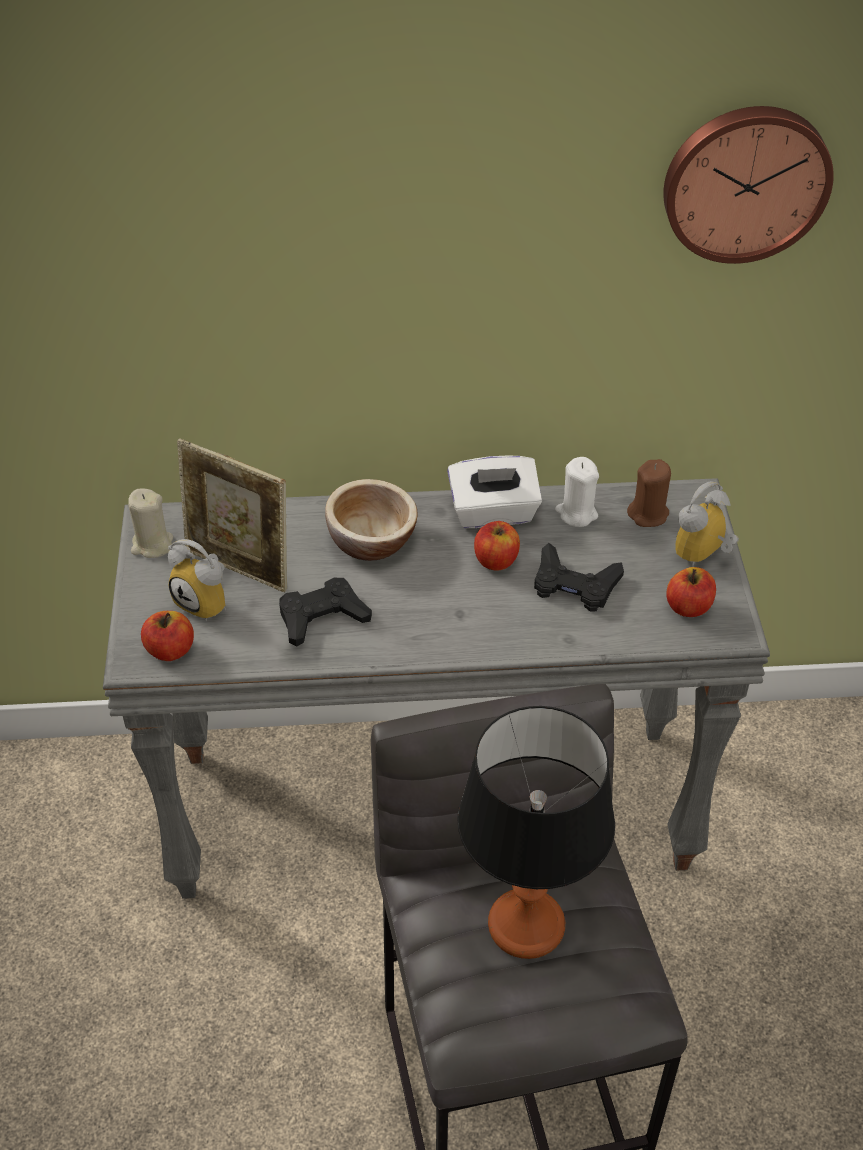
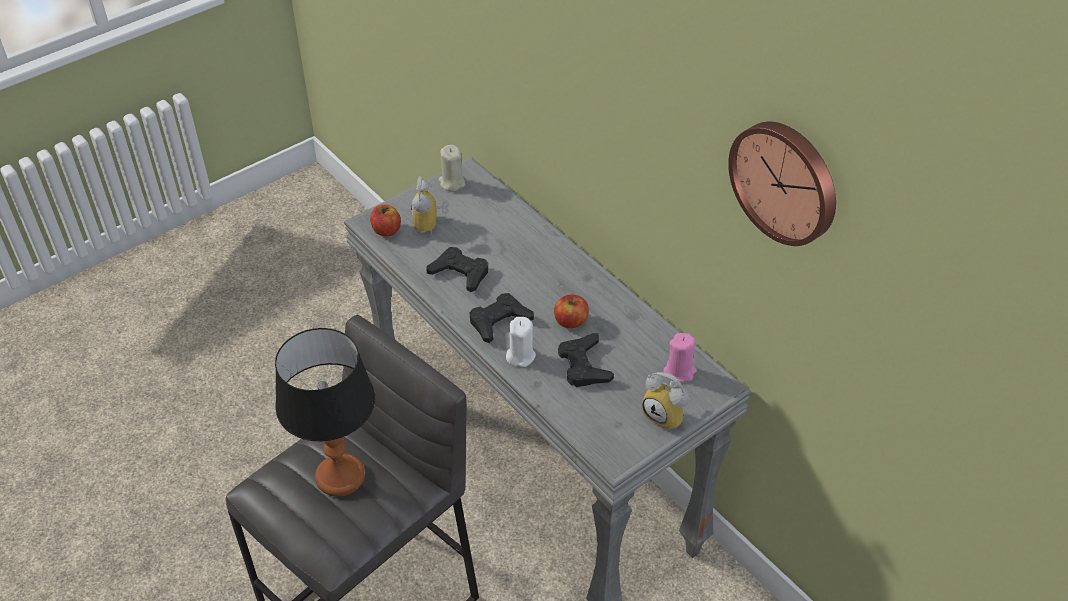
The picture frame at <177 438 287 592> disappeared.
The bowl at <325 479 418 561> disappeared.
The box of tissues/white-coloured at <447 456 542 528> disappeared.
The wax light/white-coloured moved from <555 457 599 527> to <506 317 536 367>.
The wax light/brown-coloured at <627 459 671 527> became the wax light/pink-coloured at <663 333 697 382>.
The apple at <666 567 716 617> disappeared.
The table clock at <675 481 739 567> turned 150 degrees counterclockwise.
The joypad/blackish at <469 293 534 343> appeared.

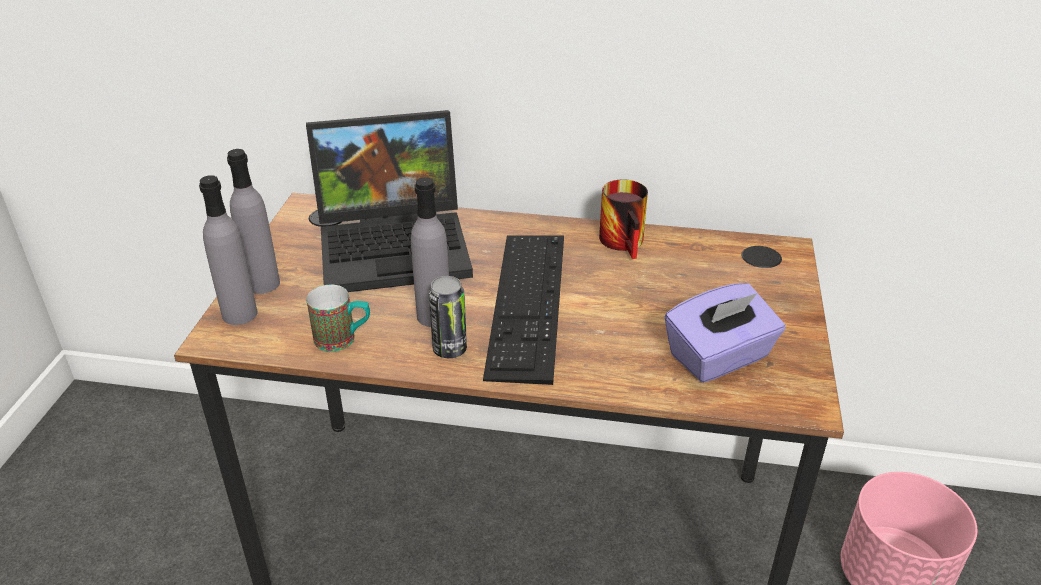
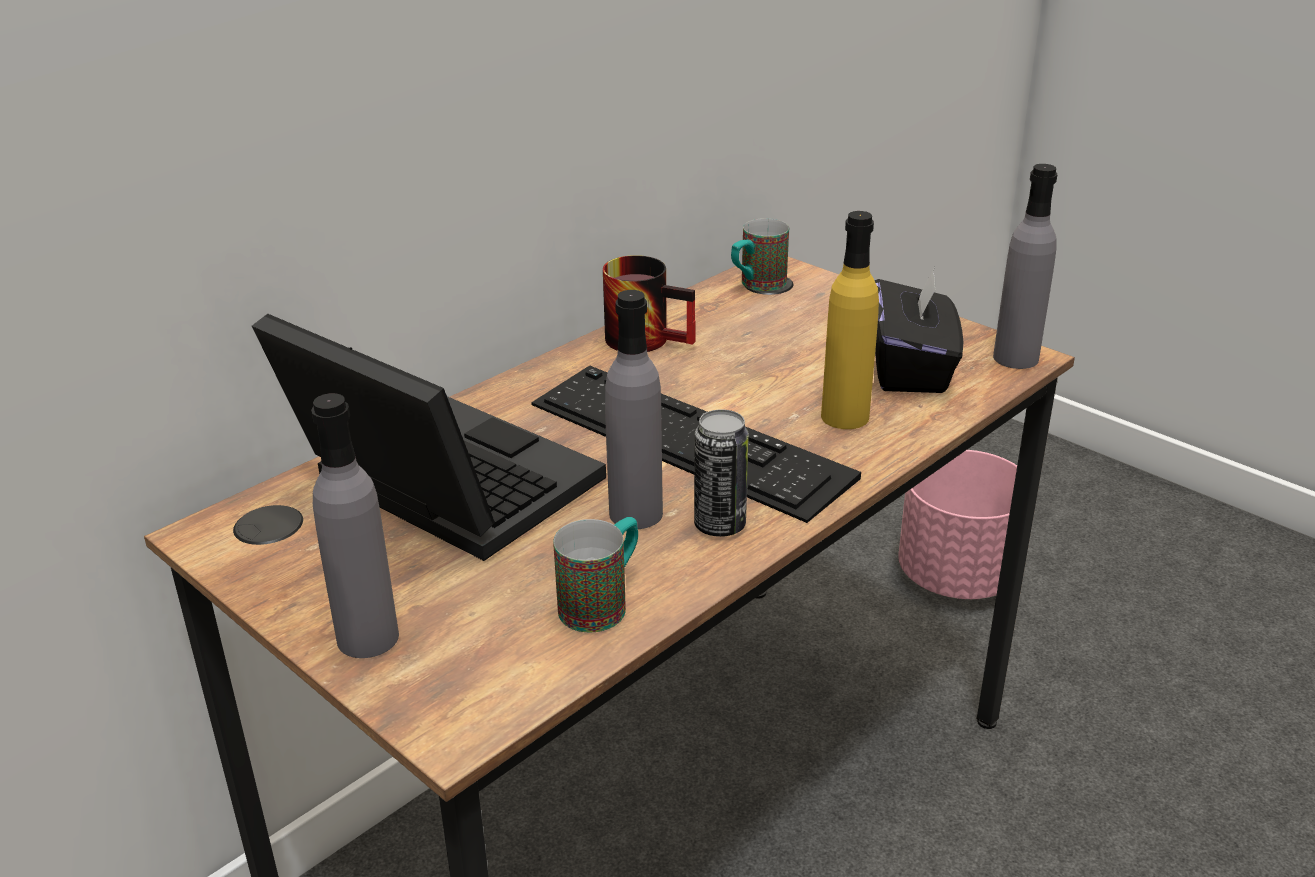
The bottle/grey moved from <199 175 257 325> to <993 164 1058 369>.
The portable computer at <306 110 473 292> turned 75 degrees counterclockwise.
The box of tissues/purplish at <664 283 785 383> became the box of tissues/blackish at <875 267 963 393>.
The coffee mug at <731 218 789 291> appeared.
The bottle/yellow at <821 211 879 429> appeared.

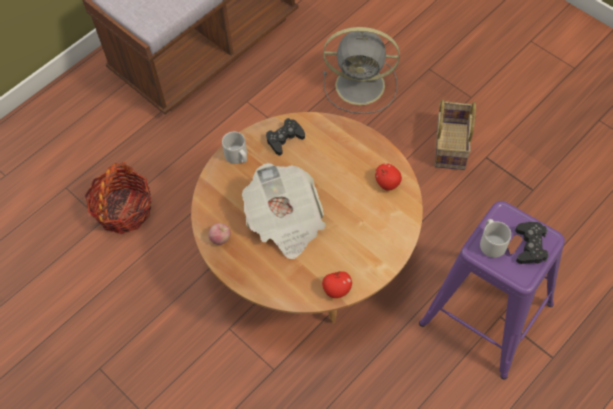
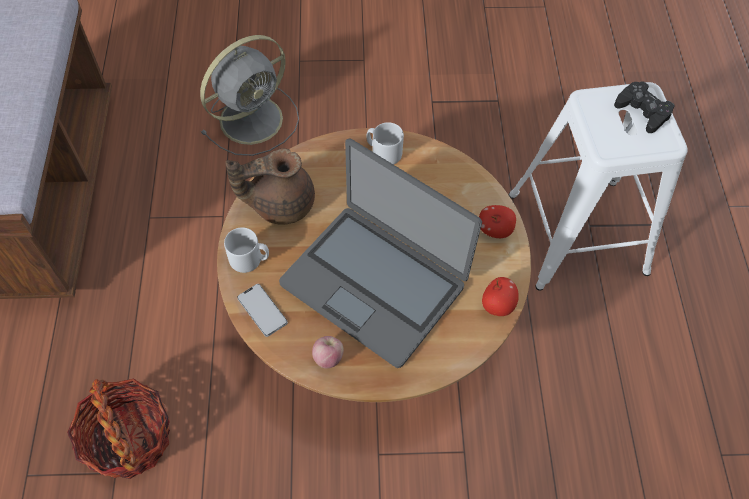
The newspaper at <242 163 326 259> was replaced by the portable computer at <279 139 482 368>.
The joypad/blackish at <266 118 305 155> was replaced by the teapot/brown-coloured at <225 148 315 225>.
The apple moved from <375 163 402 191> to <479 205 516 238>.
The stool/purplish at <419 201 565 380> became the stool/white-coloured at <509 82 688 291>.
The basket at <435 99 476 170> disappeared.
The coffee mug/grey moved from <480 219 511 258> to <367 122 404 165>.
The phone at <237 284 288 337> appeared.

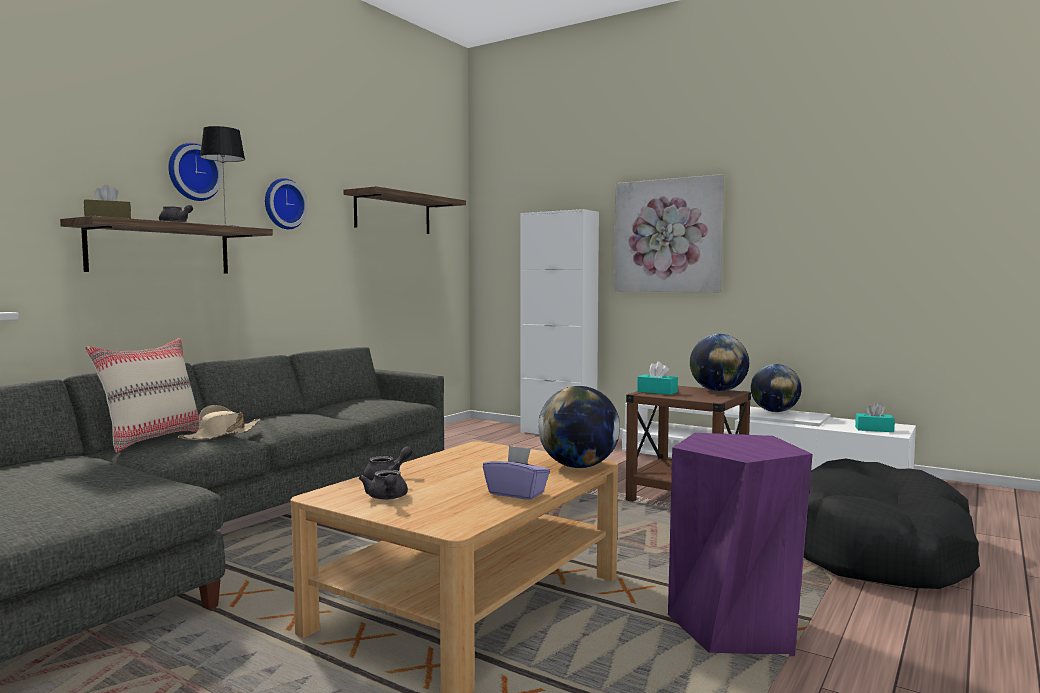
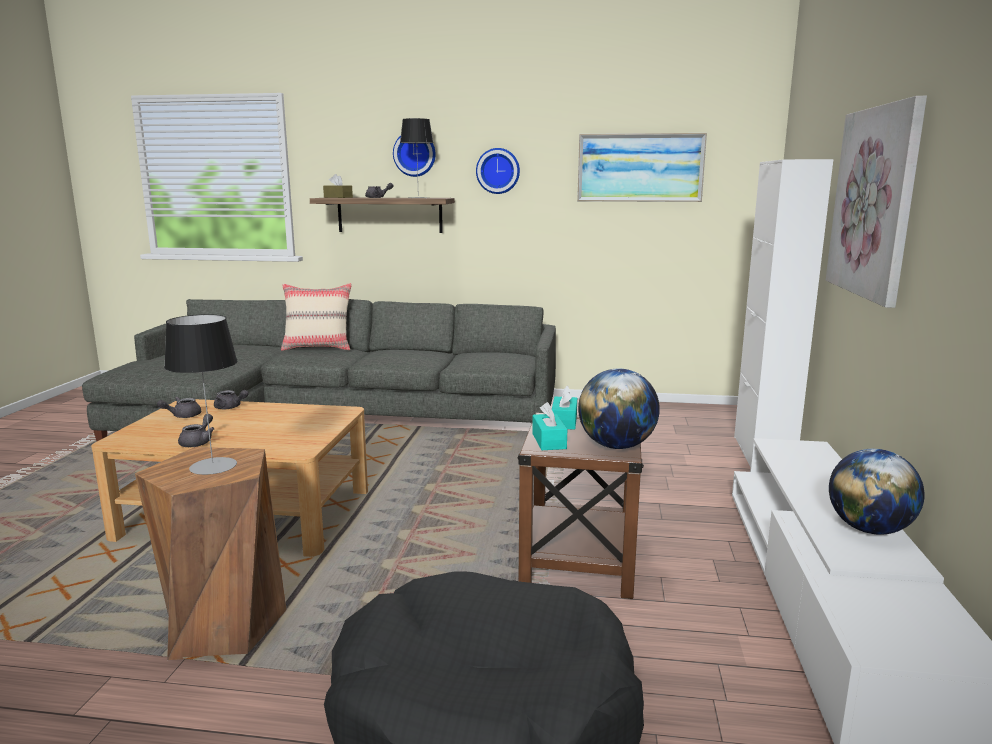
The clothing hat/sand-coloured at <178 405 260 440> disappeared.
The wall shelf at <344 186 466 234> was replaced by the wall picture at <577 133 707 202>.
The box of tissues/purplish at <483 446 550 500> was replaced by the teapot/grey at <178 414 215 447>.
The world globe at <538 386 620 468> disappeared.
The stool/purplish at <668 433 813 656> became the stool/brown-coloured at <135 447 287 660>.
The box of tissues/turquoise moved from <855 402 895 432> to <532 402 567 450>.
The table lamp at <164 314 238 475> appeared.

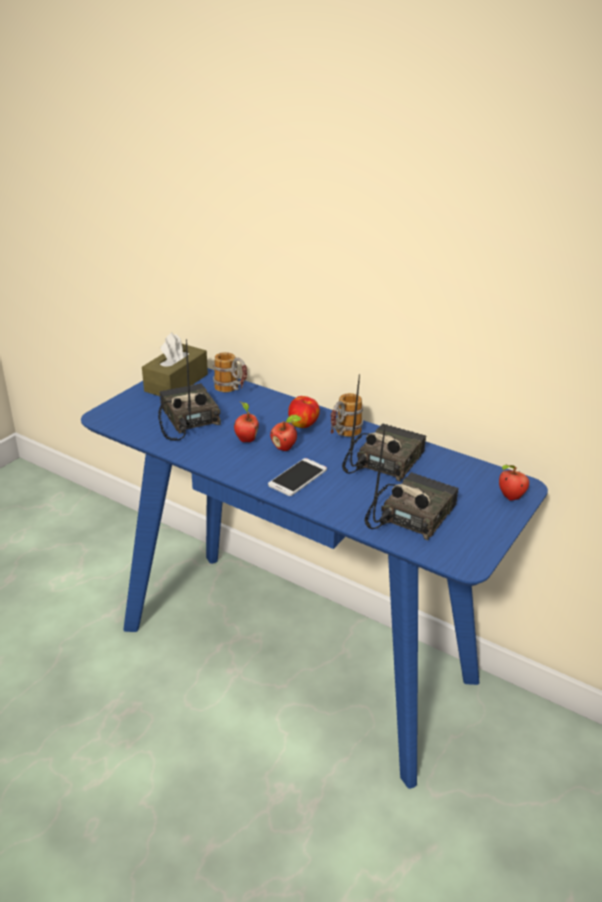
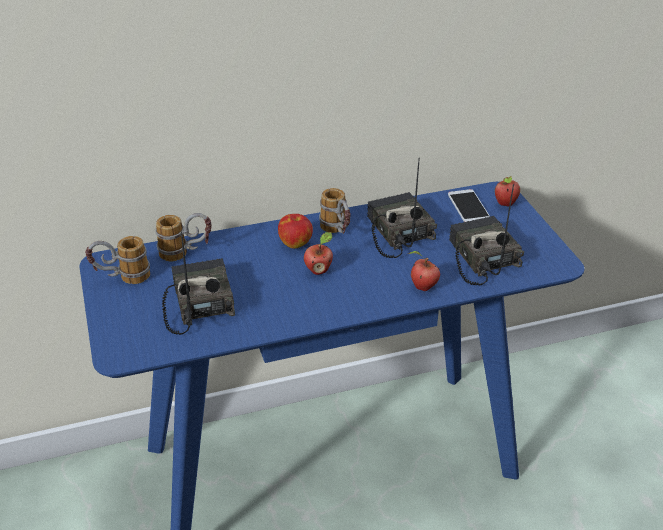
The box of tissues/brown-coloured at <142 333 208 396> was replaced by the coffee mug at <85 236 150 284>.
The radio receiver at <158 339 221 441> turned 60 degrees clockwise.
The apple moved from <234 402 259 442> to <408 251 440 291>.
The phone moved from <268 458 327 496> to <448 189 490 222>.

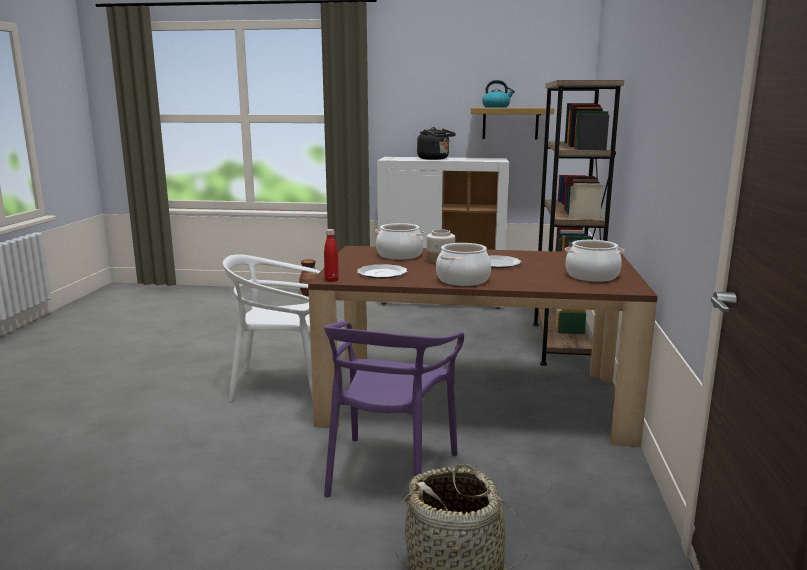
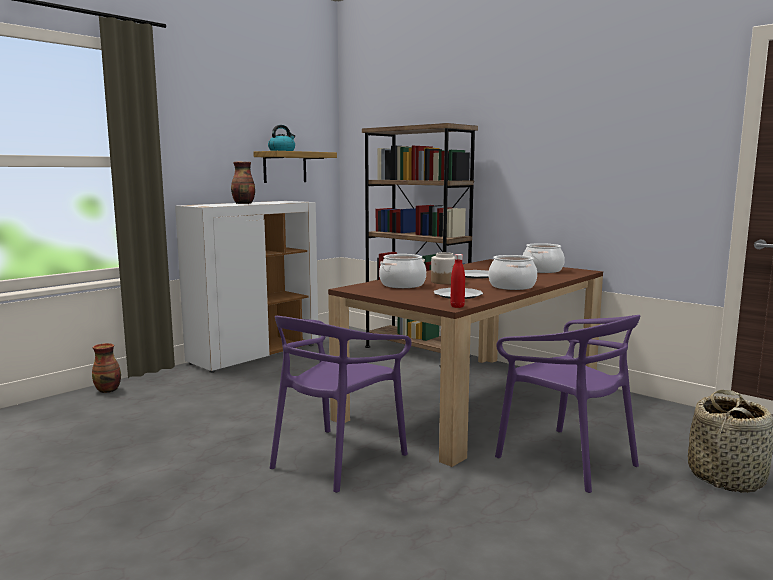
The plain chair/white-coloured at <223 254 320 401> became the plain chair/purplish at <270 316 412 493>.
The tea kettle/blackish at <417 127 456 160> was replaced by the decorative vase at <231 162 255 204>.

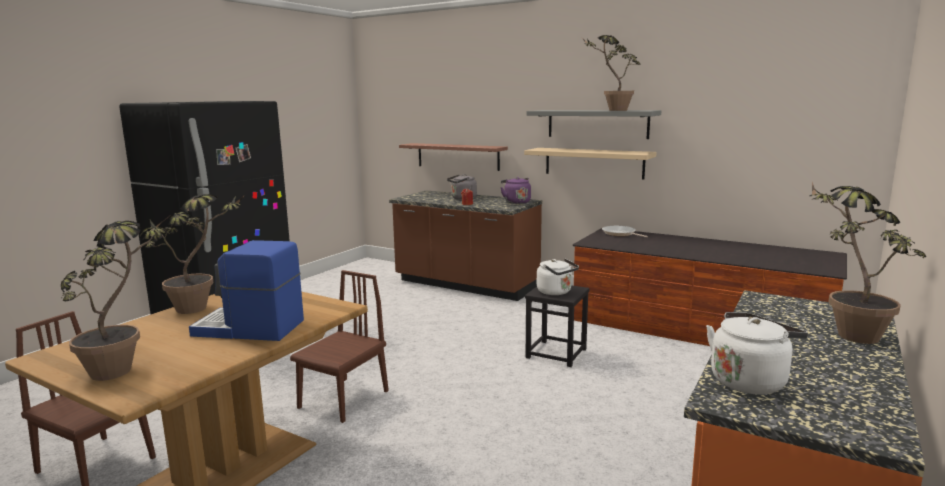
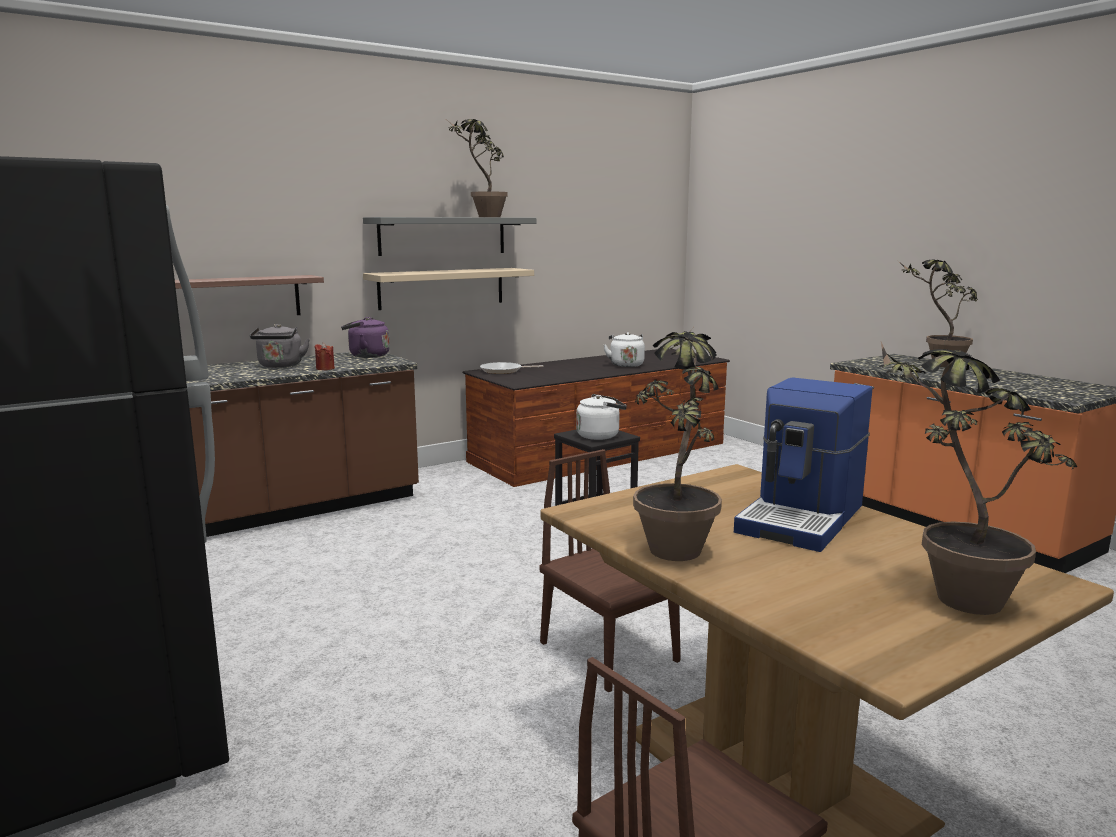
The tea kettle/white-coloured moved from <706 312 808 394> to <604 332 645 367>.

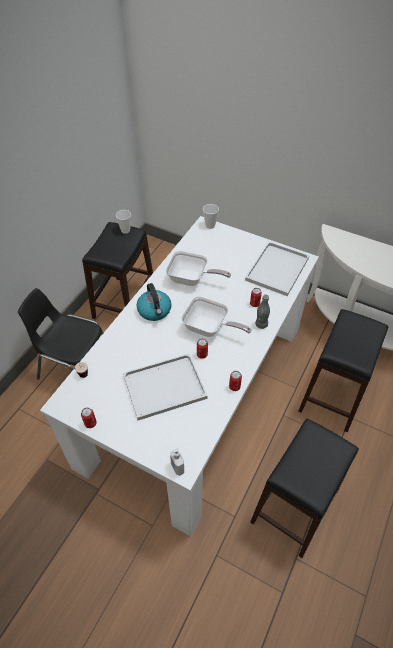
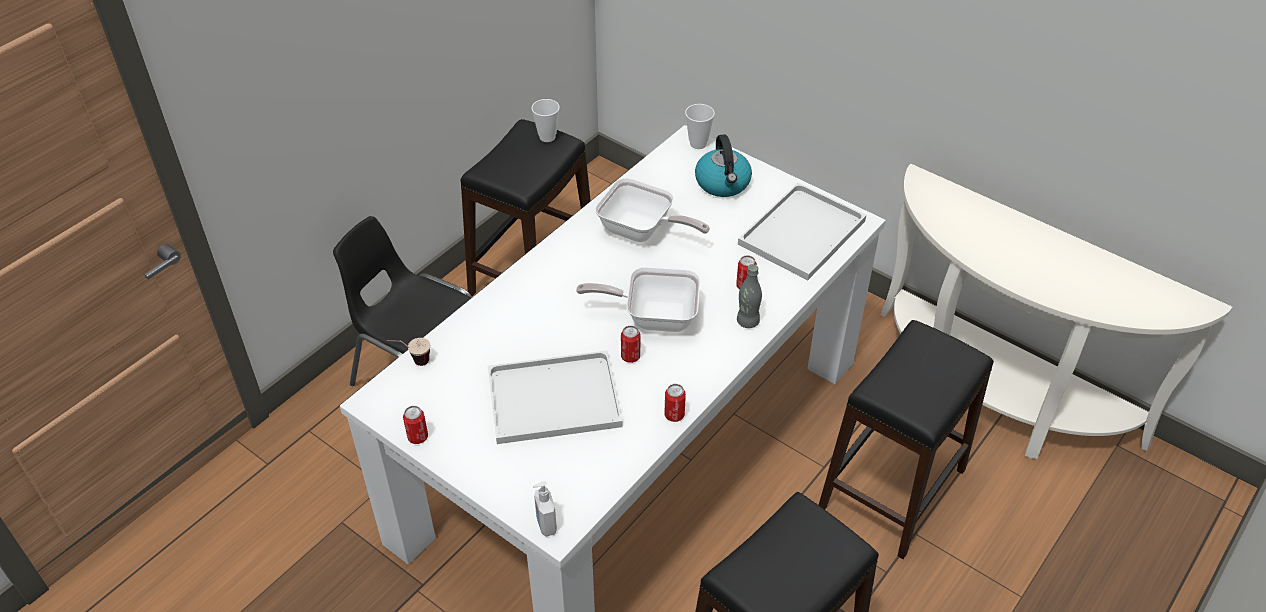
The tea kettle moved from <137 283 171 321> to <695 134 752 197>.
The skillet at <181 296 252 337> turned 150 degrees clockwise.

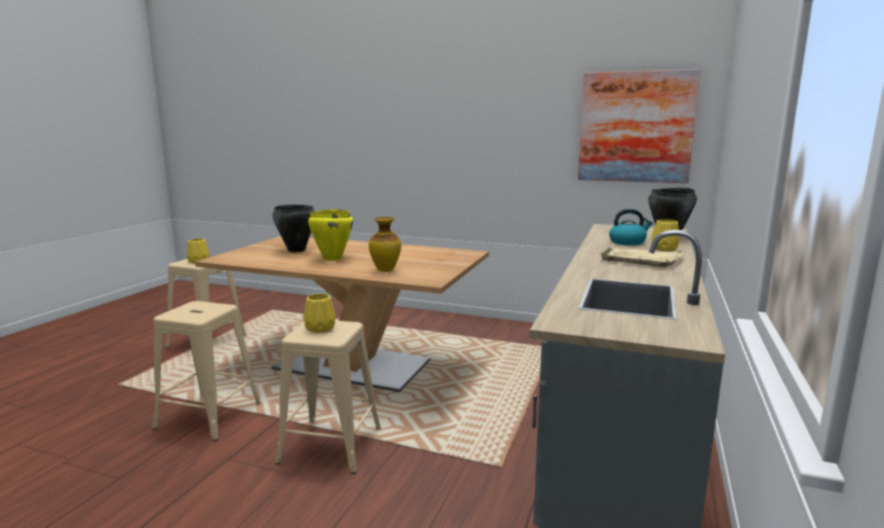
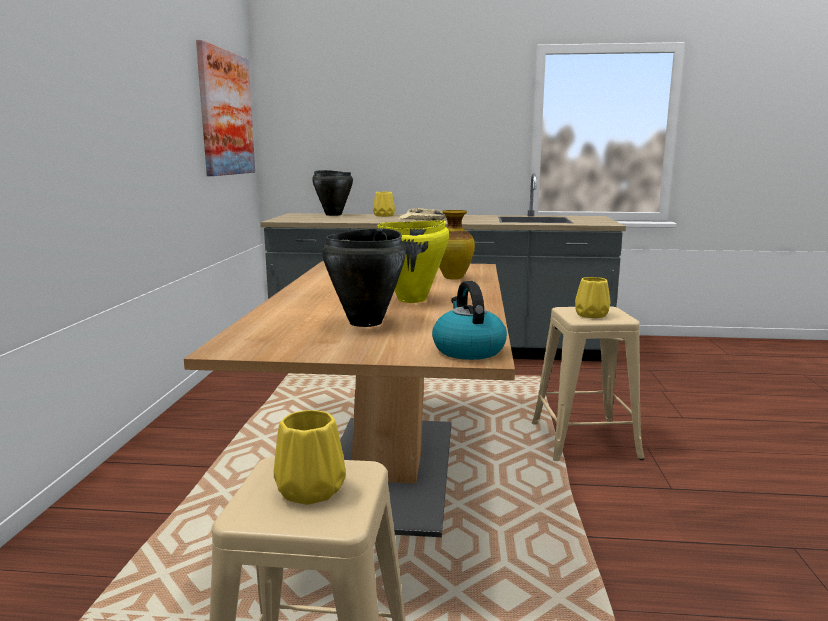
The stool/sand-coloured at <152 301 261 441> disappeared.
The tea kettle moved from <609 209 653 245> to <432 281 507 360>.

